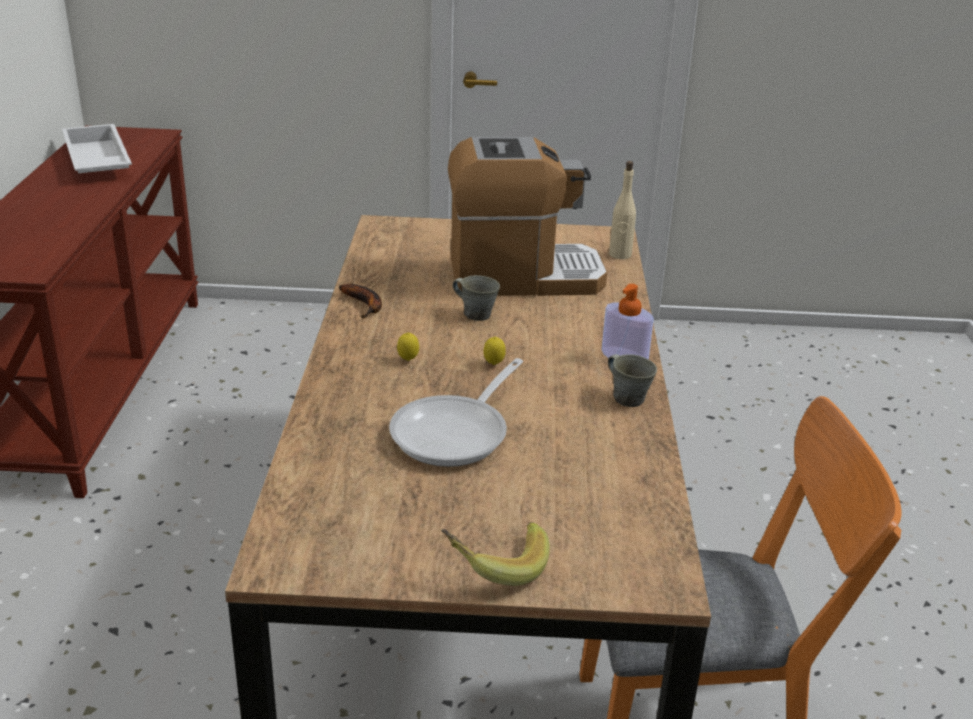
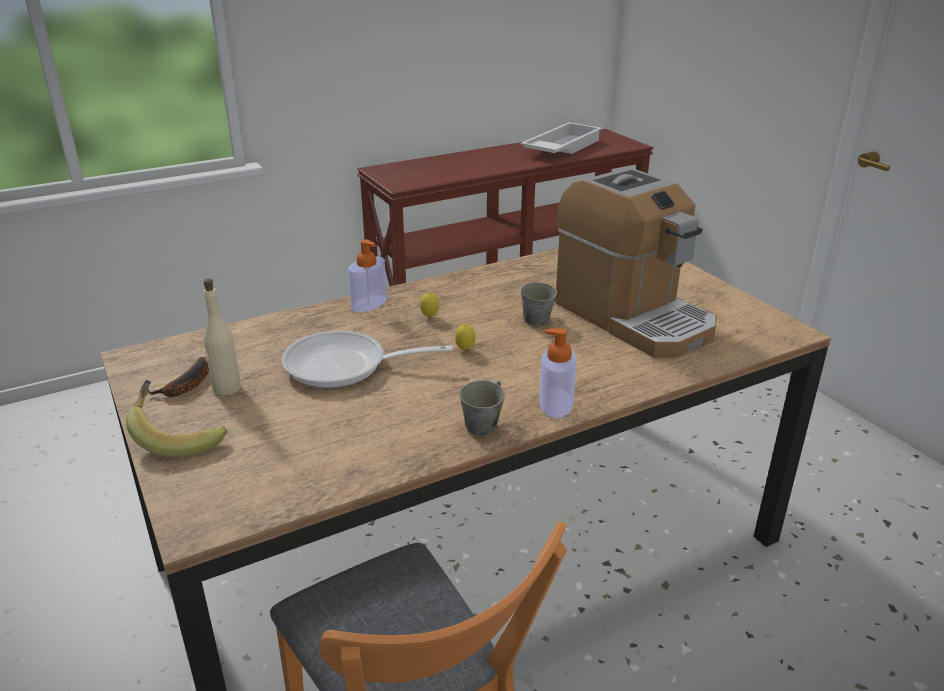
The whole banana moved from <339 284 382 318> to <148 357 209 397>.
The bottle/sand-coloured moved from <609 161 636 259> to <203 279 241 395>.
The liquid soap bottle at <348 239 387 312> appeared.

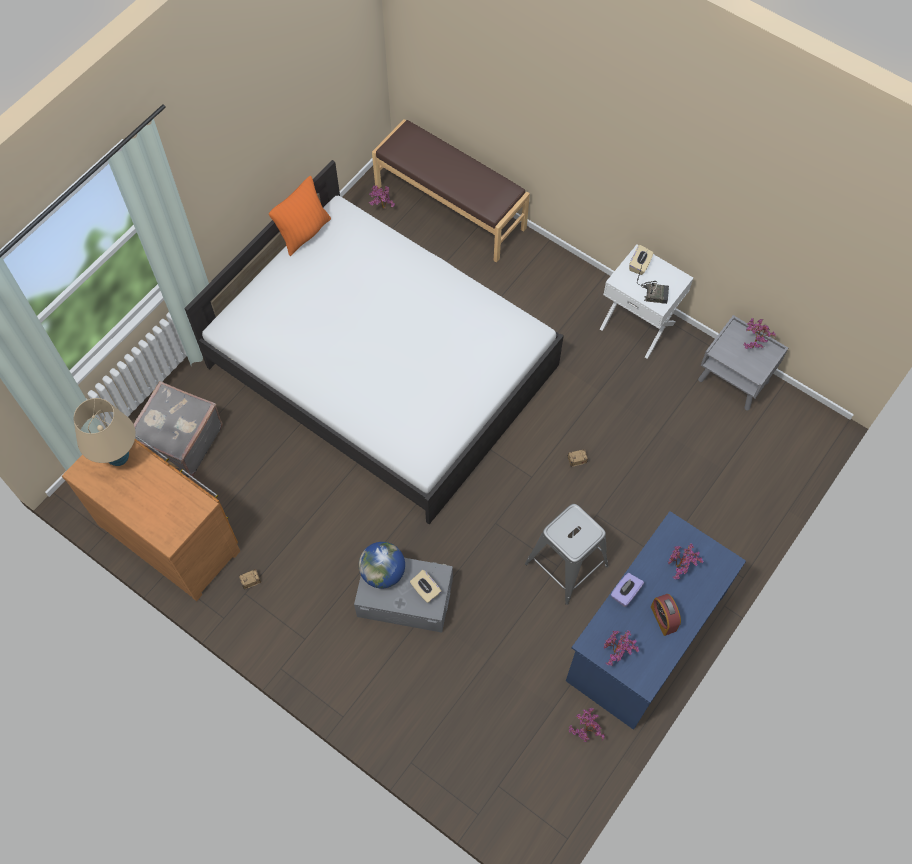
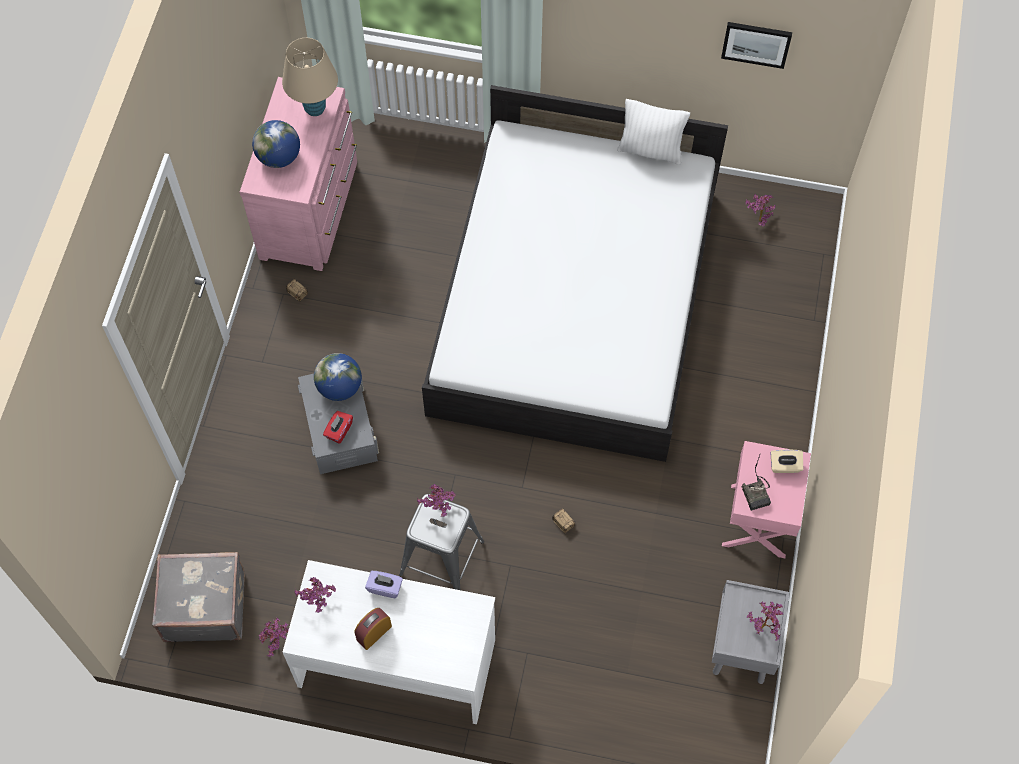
The drawer chest/brown-coloured at <62 435 240 601> became the drawer chest/pink-coloured at <240 77 357 271>.
The travel case/grey moved from <134 381 223 479> to <152 552 245 642>.
The pillow/orange at <269 176 331 256> became the pillow/white-coloured at <617 99 690 165>.
The bench/brown-coloured at <372 119 530 263> disappeared.
The box of tissues/sand-coloured at <410 570 441 603> became the box of tissues/reddish at <323 411 353 444>.
The desk/bluish at <566 511 746 730> became the desk/white-coloured at <283 560 495 724>.
The bedside table/white-coloured at <600 245 693 359> became the bedside table/pink-coloured at <722 441 811 558>.
The potted plant moved from <667 543 703 579> to <417 484 456 517>.
The world globe at <252 120 300 168> appeared.
The wall picture at <721 22 792 69> appeared.

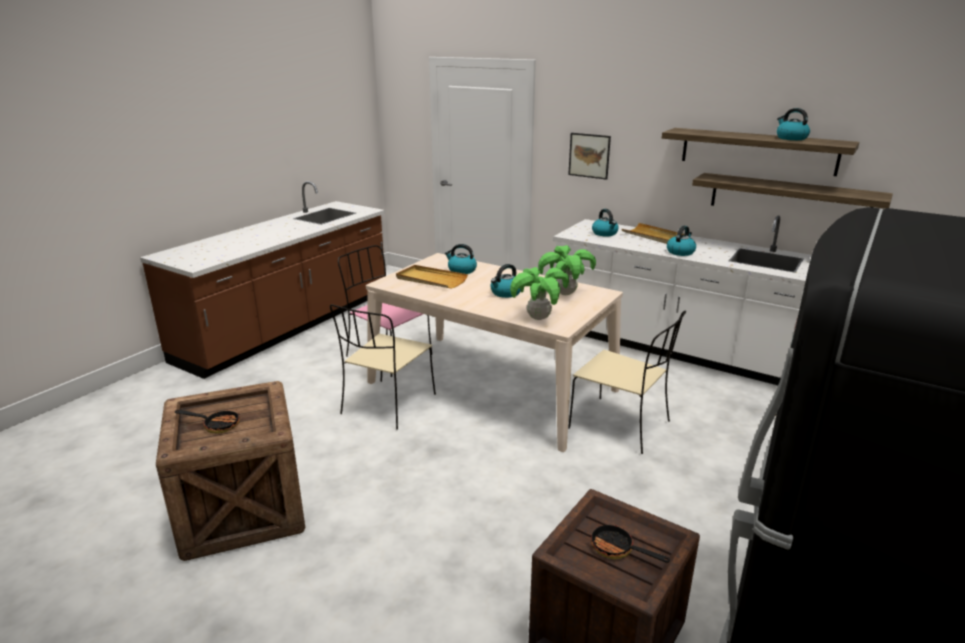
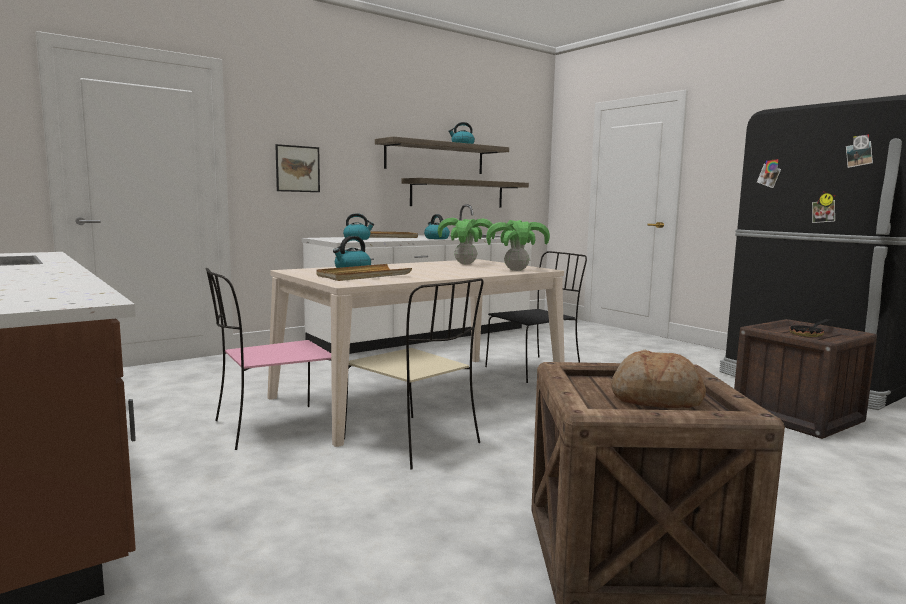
The skillet at <175 409 240 433> was replaced by the baked bread at <611 350 706 408>.
The tea kettle at <490 264 521 298> disappeared.
The plain chair/sand-coloured at <568 311 686 454> became the plain chair/blackish at <485 251 587 383>.

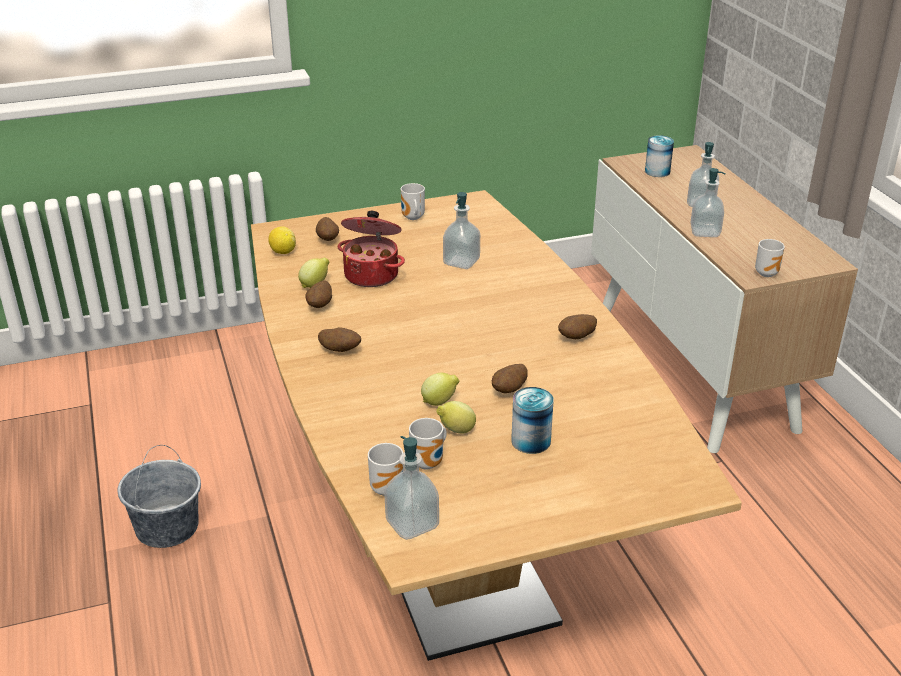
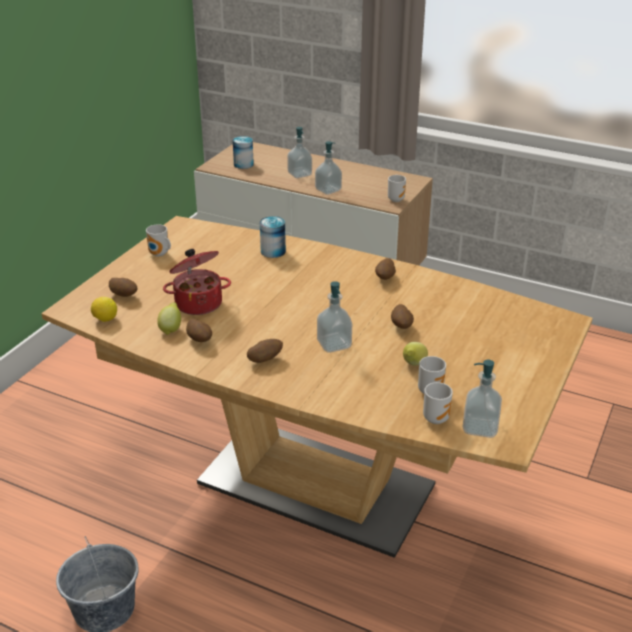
The citrus fruit at <421 373 460 406> disappeared.
The liquid soap bottle moved from <443 192 480 269> to <317 281 352 353>.
The can moved from <511 387 554 454> to <260 216 286 258>.

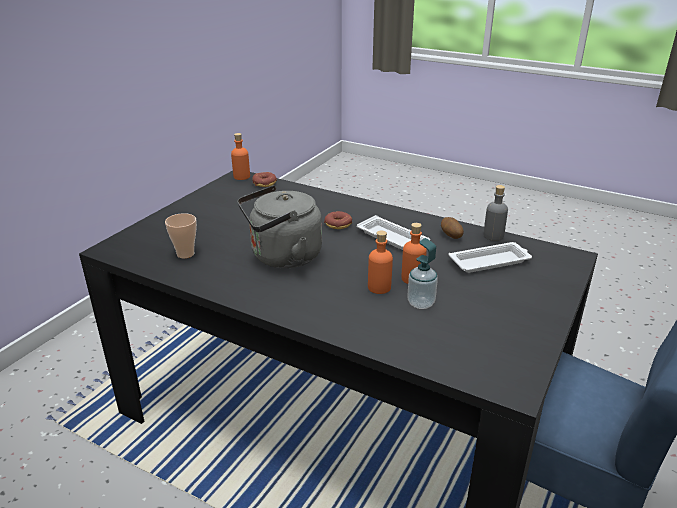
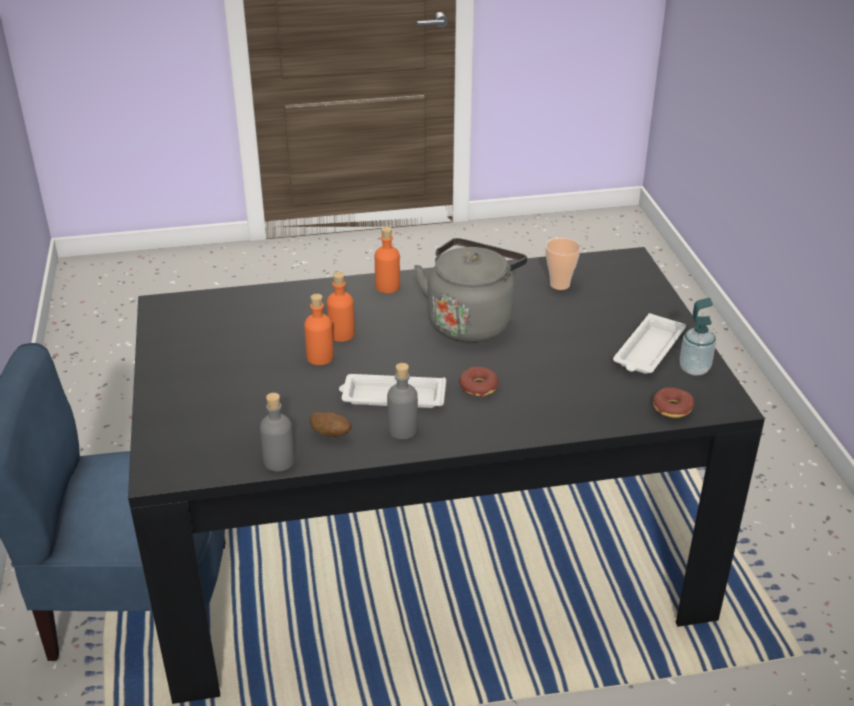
The bottle/orange moved from <231 133 250 180> to <375 227 400 293>.
The liquid soap bottle moved from <407 238 438 309> to <680 298 716 375>.
The tray/white-coloured moved from <449 242 532 273> to <613 313 686 374>.
The bottle/grey at <387 363 418 439> appeared.

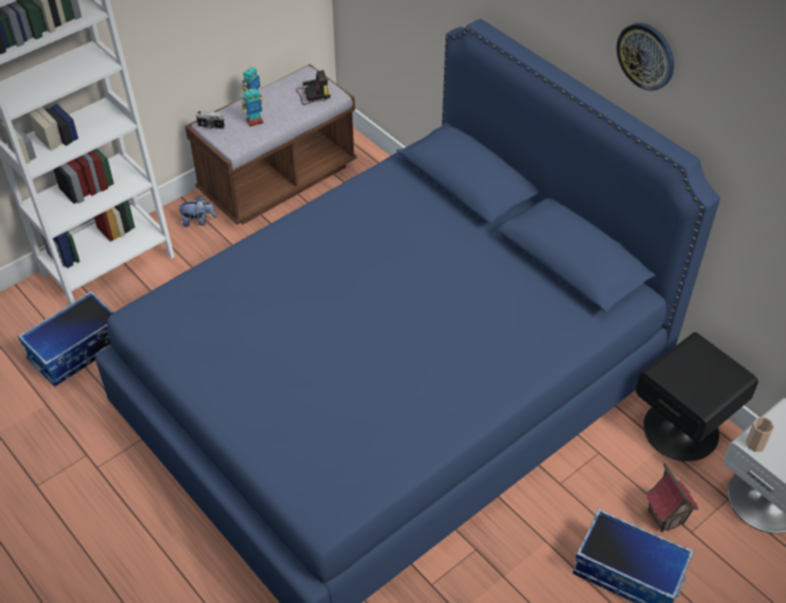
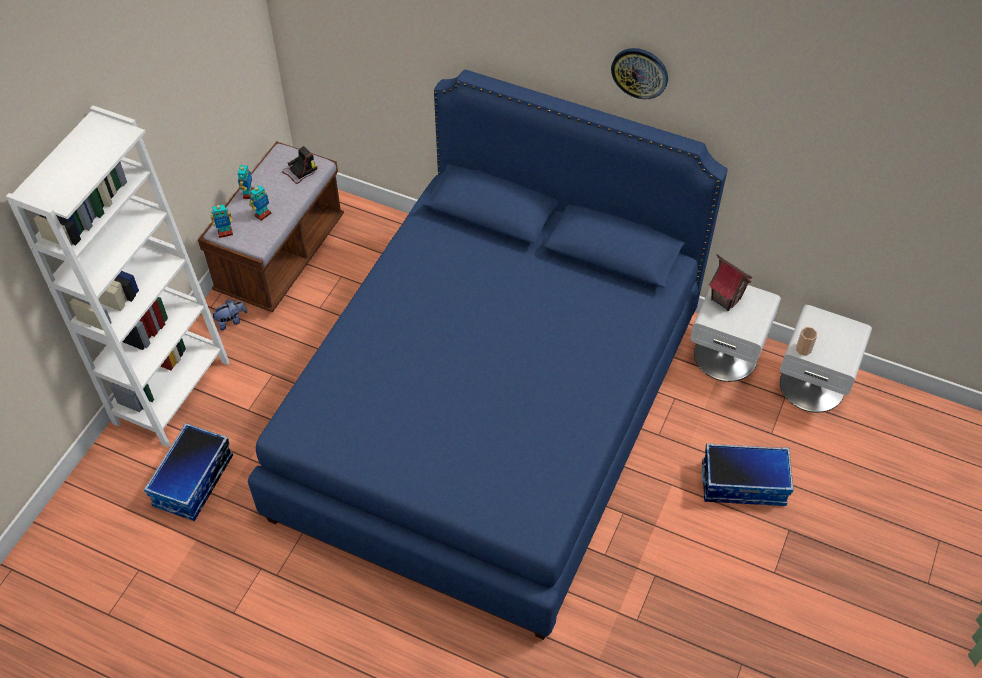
The photo camera at <196 111 225 129> was replaced by the robot figure at <211 203 233 238>.
The bedside table/blackish at <636 332 758 461> became the bedside table/white-coloured at <690 285 781 382>.
The miniature house moved from <645 462 699 532> to <708 254 752 311>.

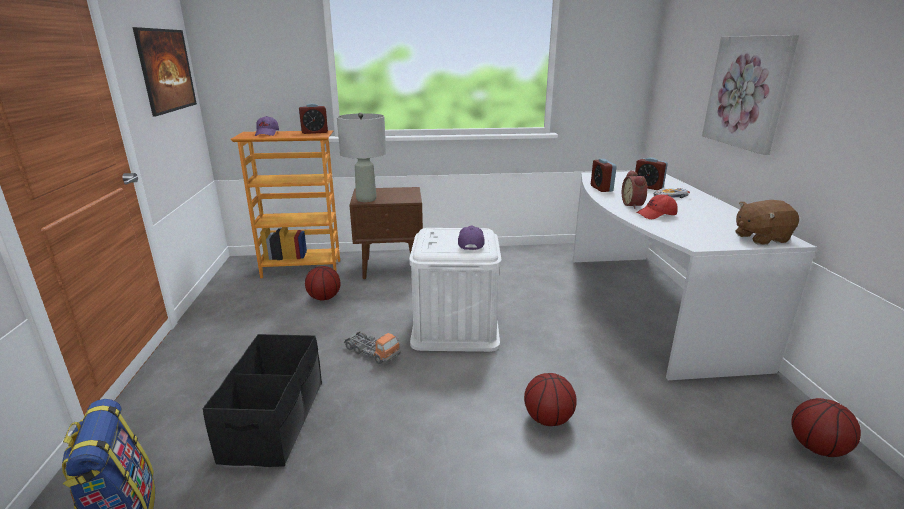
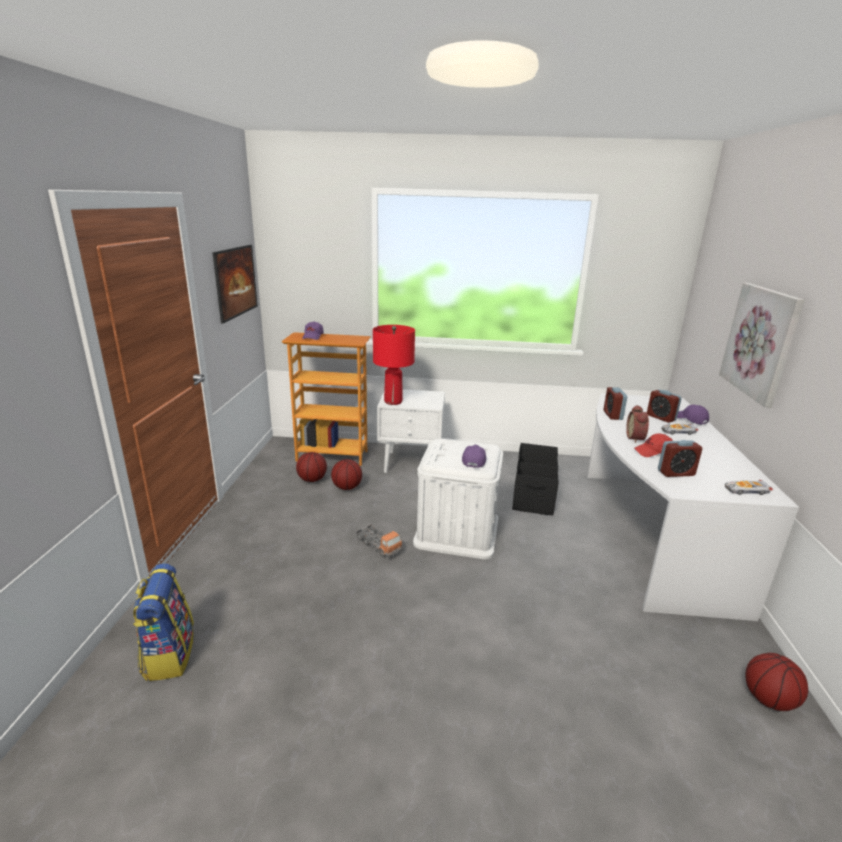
The storage box/blackish moved from <203 334 322 467> to <512 443 559 516>.
The table clock moved from <299 103 328 134> to <658 440 702 477>.
The table lamp/grey at <337 113 386 202> became the table lamp/reddish at <373 325 415 405>.
The bedside table/brown-coloured at <349 187 423 279> became the bedside table/white-coloured at <377 389 445 473>.
The basketball ball moved from <524 373 577 426> to <296 452 327 482>.
The plush toy/brown-coloured at <735 200 799 245> was replaced by the toy car at <725 480 773 495>.
The baseball cap/purplish at <677 405 709 425> appeared.

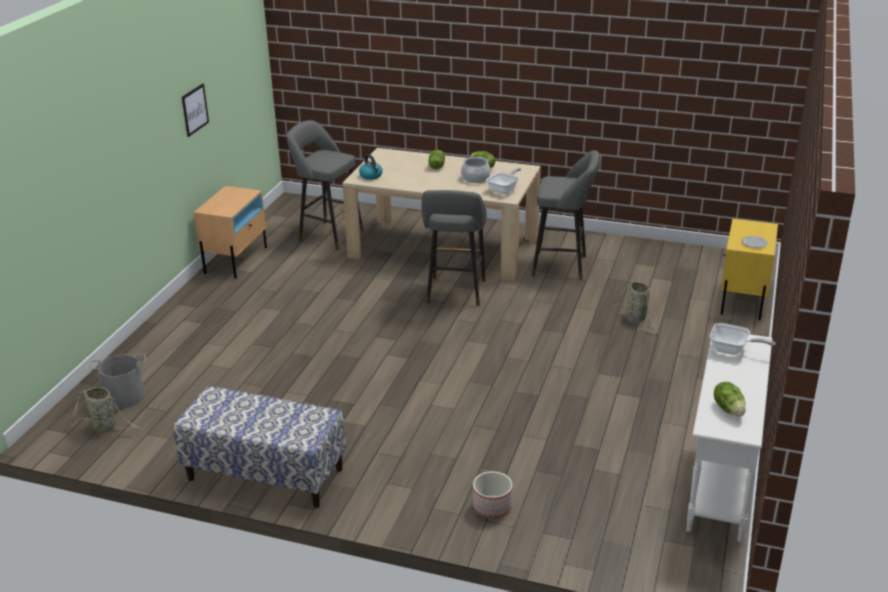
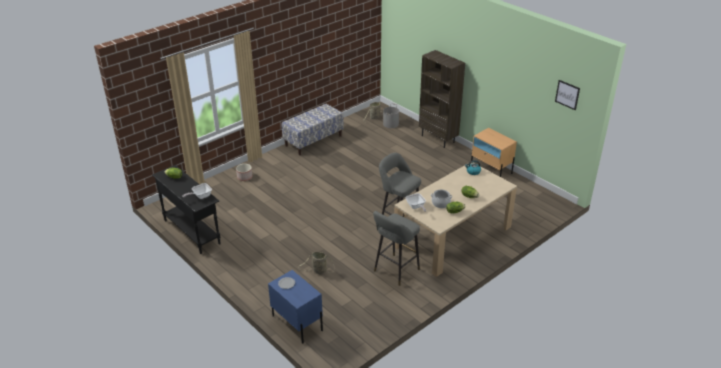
The wall picture moved from <182 84 209 137> to <555 80 580 110>.
The stool/grey at <287 120 364 250> disappeared.
The narrow table/white-coloured at <686 334 772 542> became the narrow table/blackish at <152 165 221 254>.
The bedside table/yellow at <721 219 778 320> became the bedside table/bluish at <268 270 323 344>.
The bookcase/brown-coloured at <419 50 465 148> appeared.

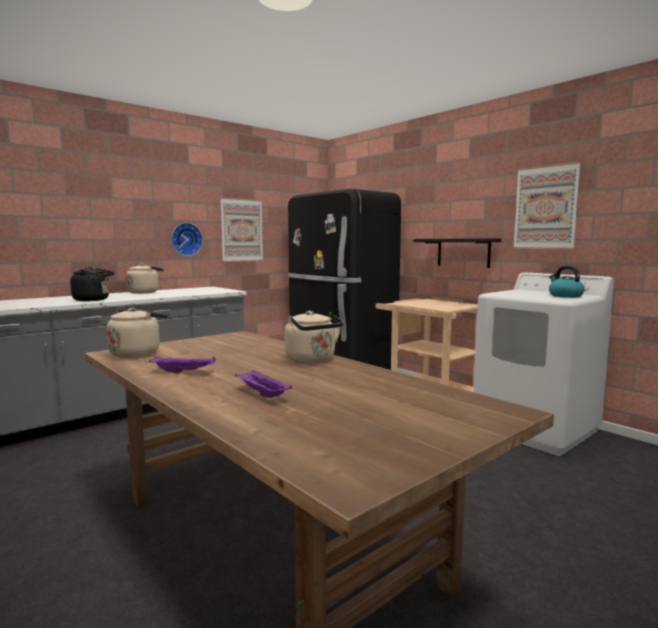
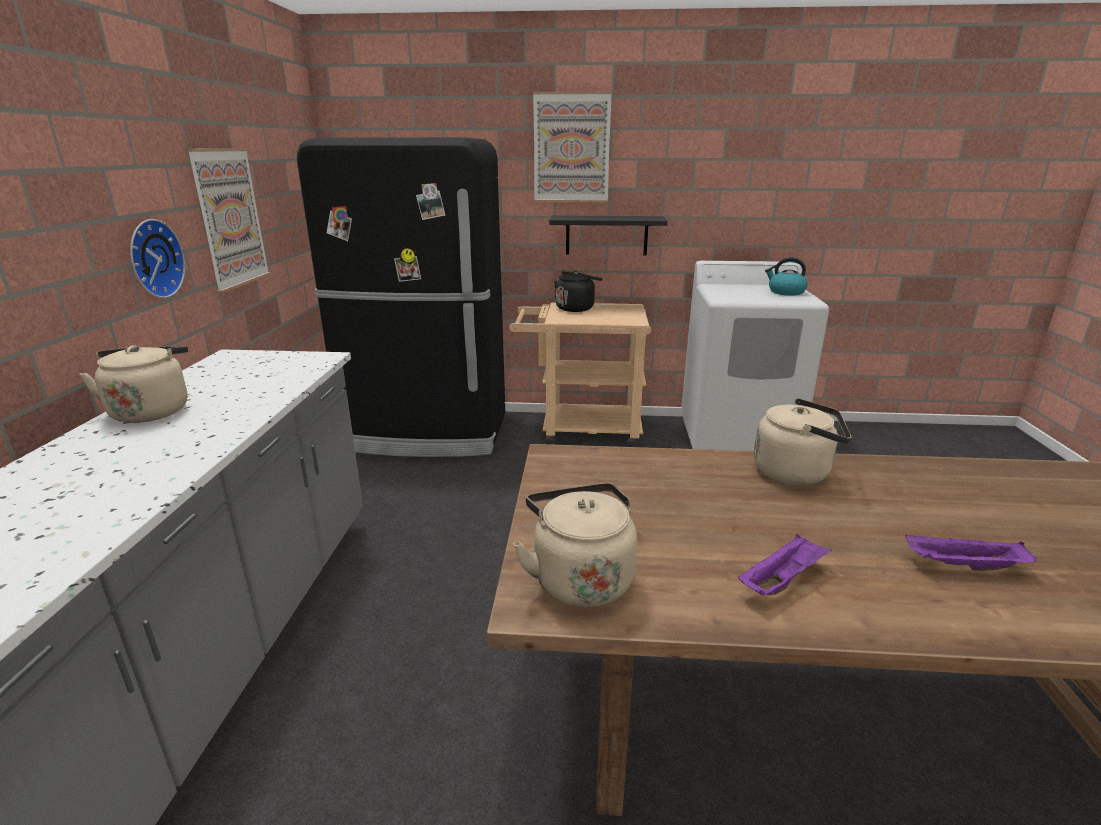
The tea kettle/blackish moved from <70 267 115 301> to <554 271 603 312>.
The wall picture moved from <513 161 581 249> to <533 91 612 202>.

